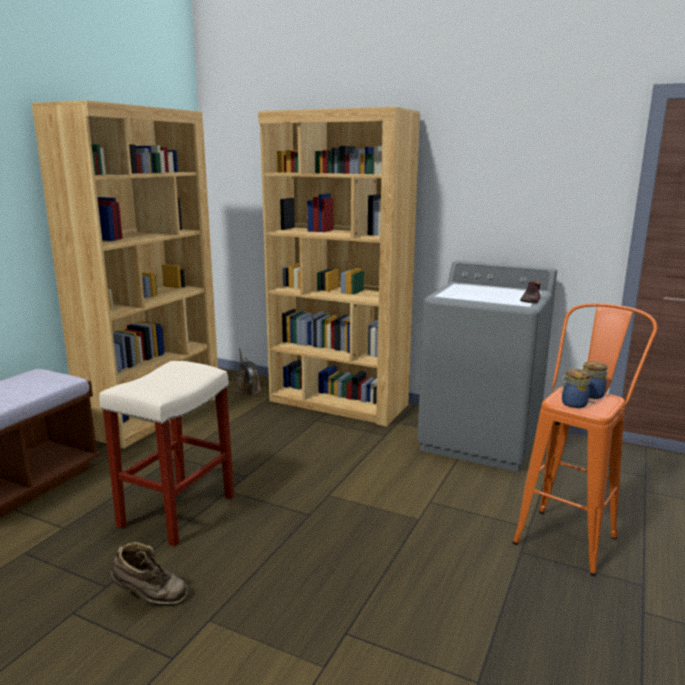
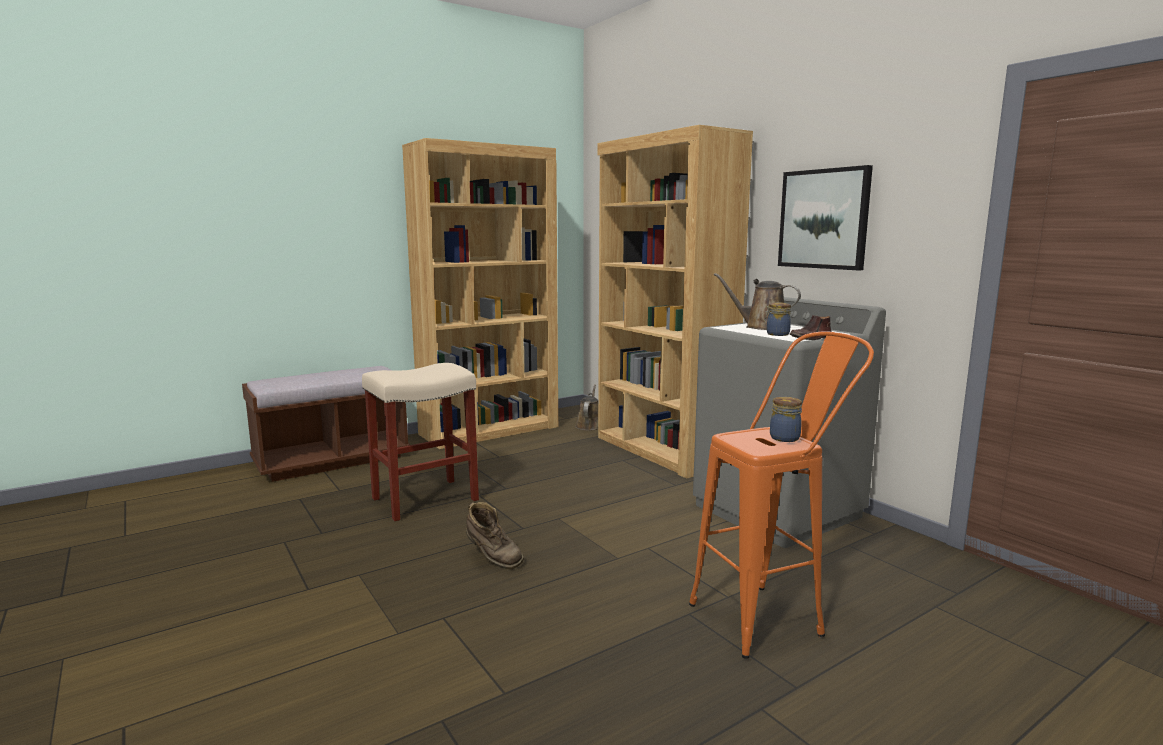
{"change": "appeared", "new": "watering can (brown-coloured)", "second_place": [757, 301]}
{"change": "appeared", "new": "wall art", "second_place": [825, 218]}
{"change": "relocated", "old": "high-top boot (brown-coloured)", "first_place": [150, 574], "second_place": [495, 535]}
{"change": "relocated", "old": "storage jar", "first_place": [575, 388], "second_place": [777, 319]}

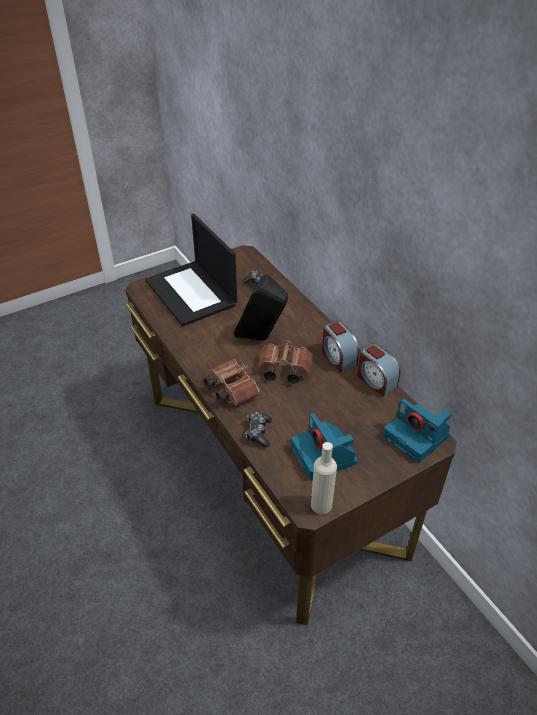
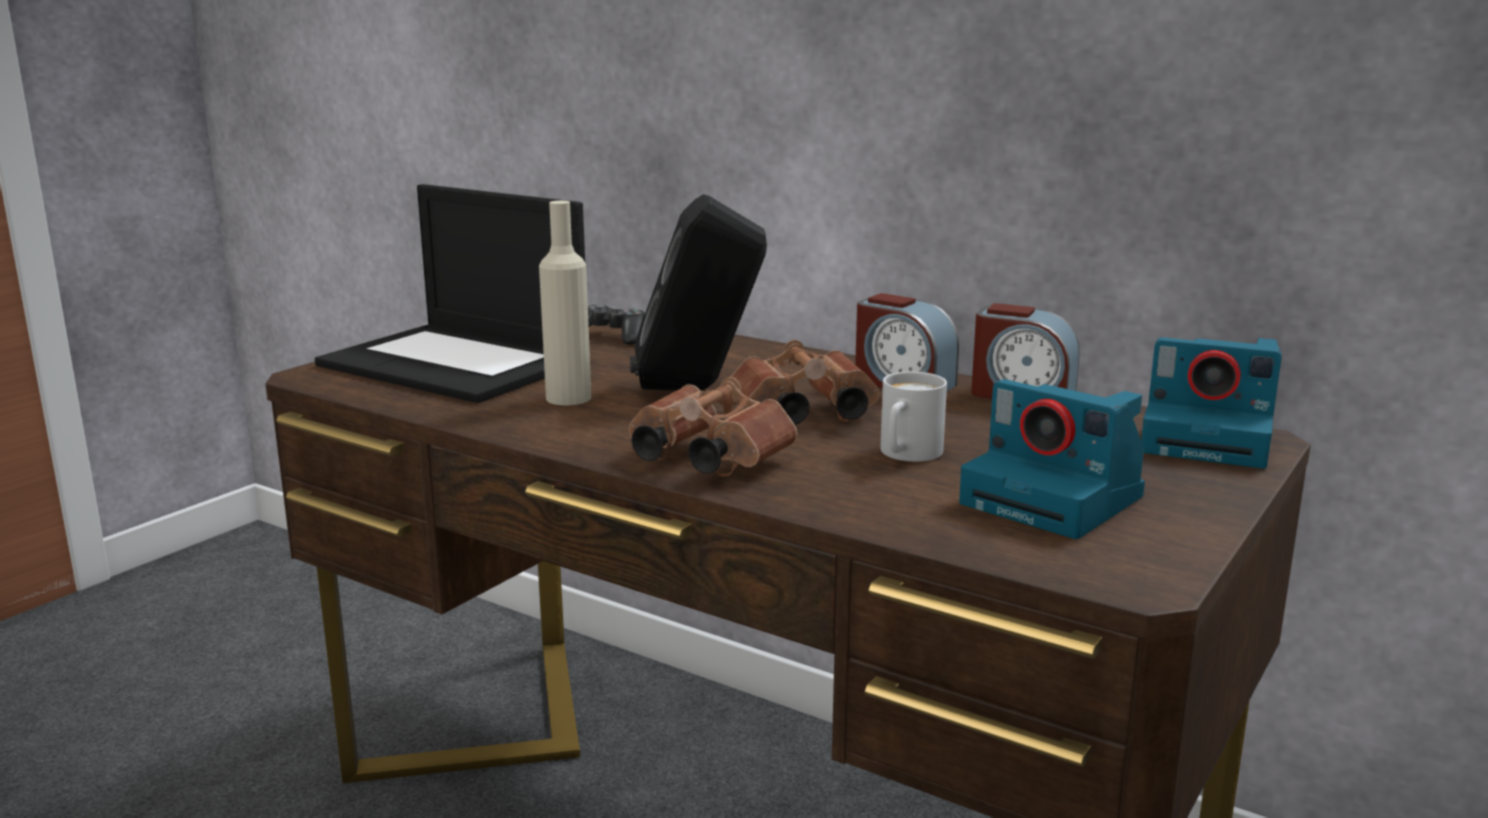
{"change": "missing", "old": "joypad", "first_place": [258, 429]}
{"change": "appeared", "new": "tea mug (white-coloured)", "second_place": [914, 417]}
{"change": "relocated", "old": "bottle (beige-coloured)", "first_place": [324, 478], "second_place": [565, 303]}

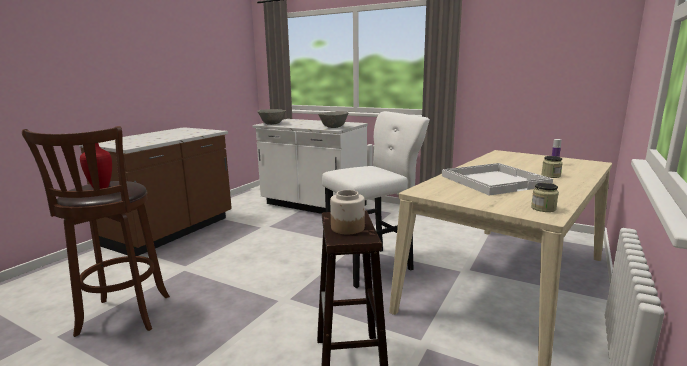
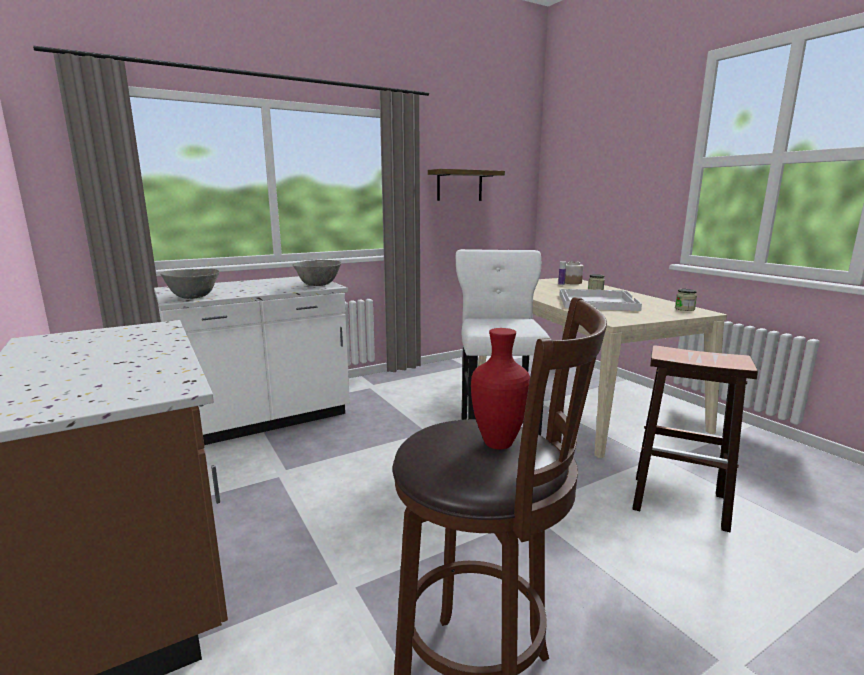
{"change": "appeared", "new": "shelf", "second_place": [466, 185]}
{"change": "relocated", "old": "storage jar", "first_place": [347, 212], "second_place": [574, 272]}

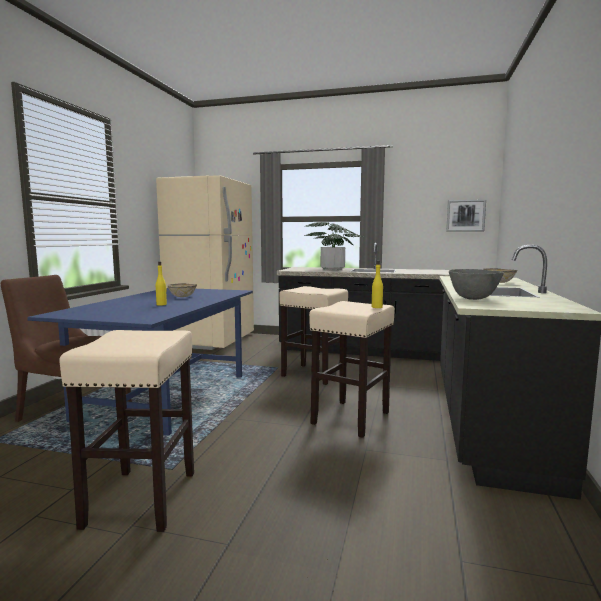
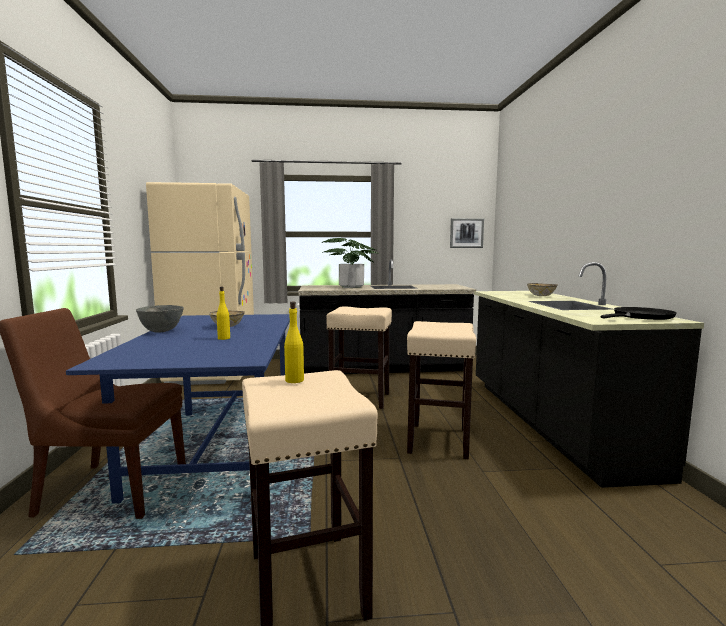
{"change": "appeared", "new": "skillet (blackish)", "second_place": [639, 313]}
{"change": "relocated", "old": "bottle (yellow-coloured)", "first_place": [377, 284], "second_place": [294, 342]}
{"change": "relocated", "old": "serving bowl (gray)", "first_place": [476, 284], "second_place": [160, 319]}

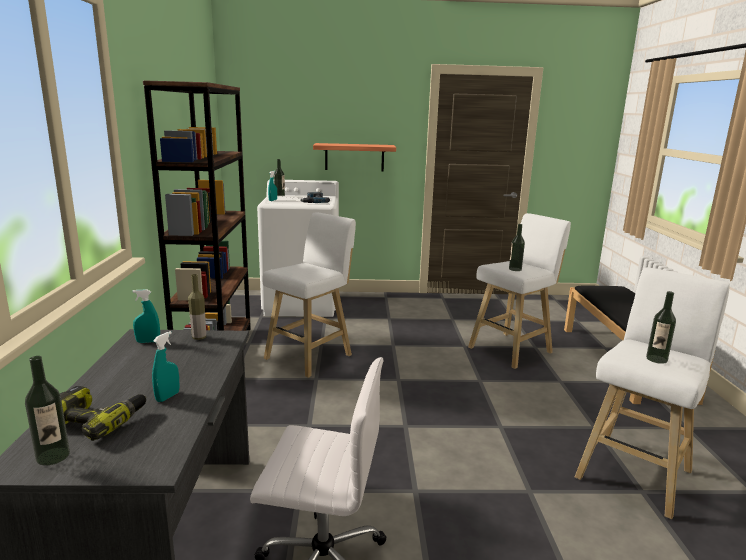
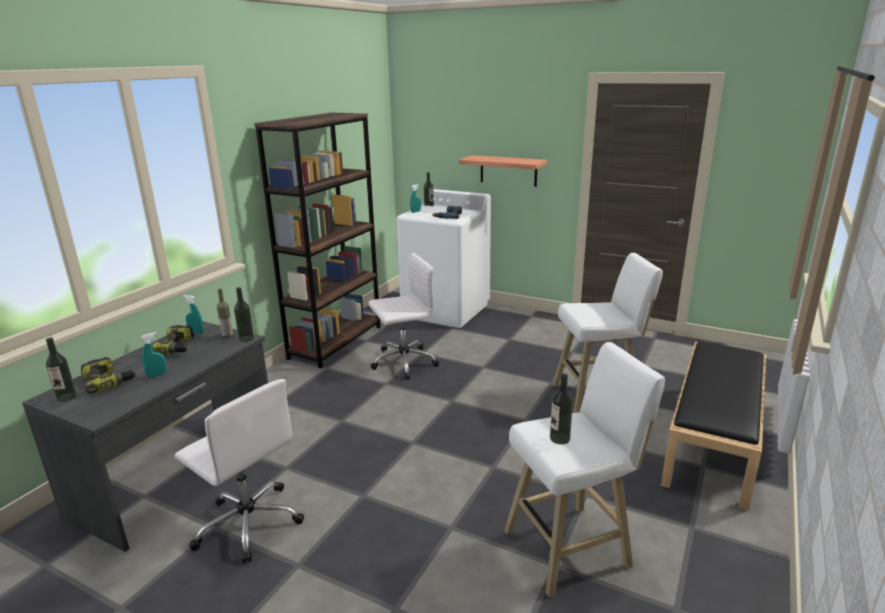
{"change": "appeared", "new": "electric drill", "second_place": [173, 339]}
{"change": "relocated", "old": "bottle", "first_place": [517, 247], "second_place": [244, 314]}
{"change": "exchanged", "old": "stool seat (white-coloured)", "new": "computer chair (white-coloured)", "first_place": [309, 295], "second_place": [404, 316]}

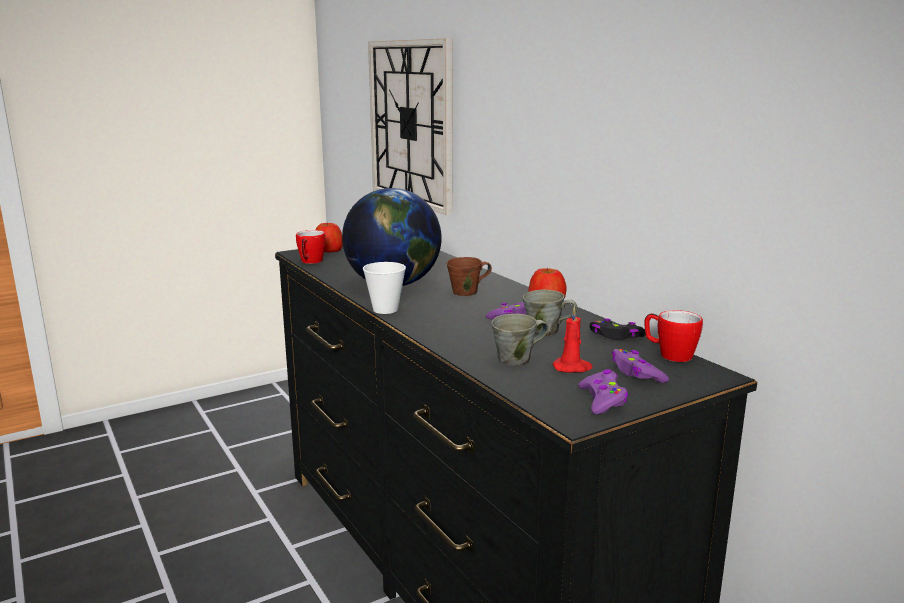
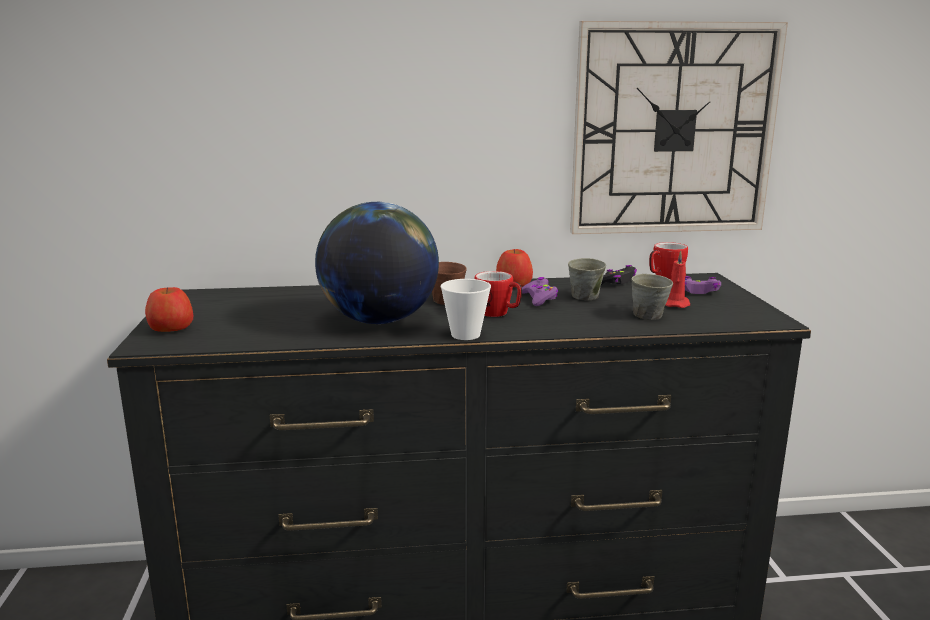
{"change": "missing", "old": "joypad (purple)", "first_place": [603, 392]}
{"change": "relocated", "old": "tea mug", "first_place": [311, 247], "second_place": [498, 294]}
{"change": "relocated", "old": "wall clock", "first_place": [410, 126], "second_place": [679, 127]}

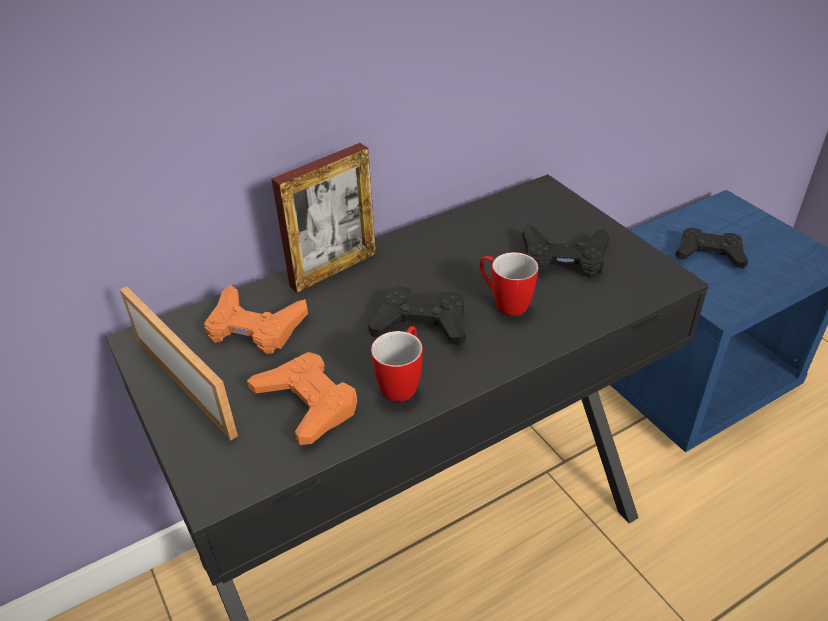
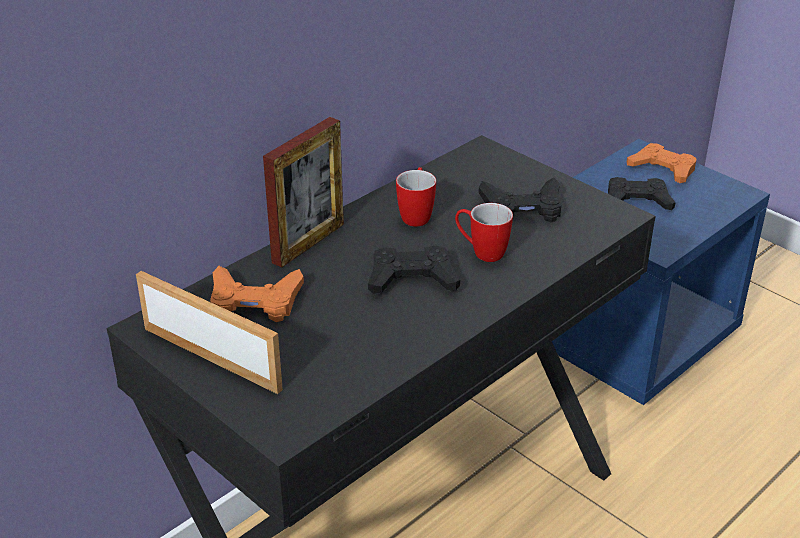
{"change": "relocated", "old": "joypad (orange)", "first_place": [302, 398], "second_place": [661, 163]}
{"change": "relocated", "old": "tea mug", "first_place": [397, 364], "second_place": [416, 197]}

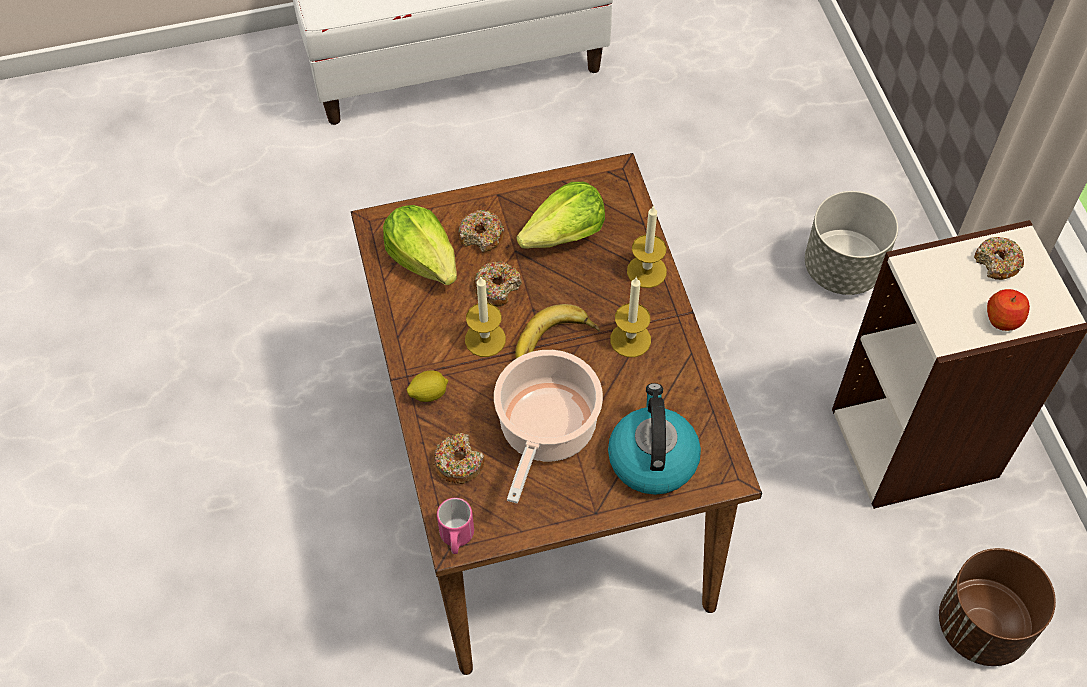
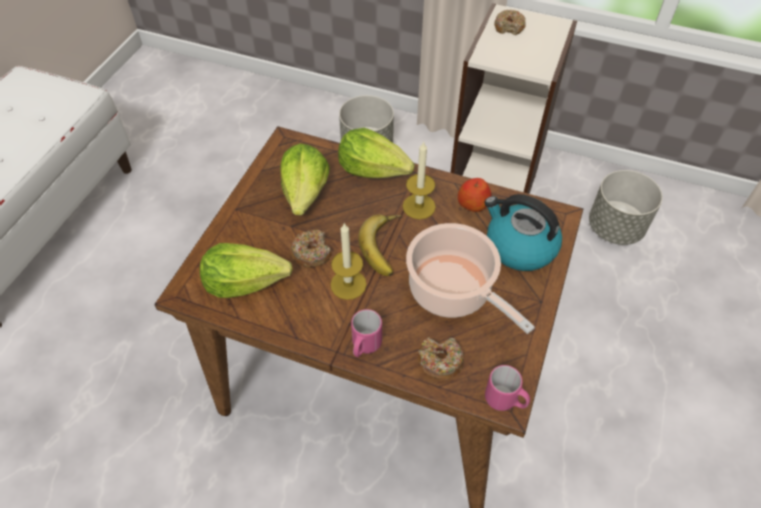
{"change": "missing", "old": "ring doughnut", "first_place": [481, 231]}
{"change": "relocated", "old": "whole apple", "first_place": [1008, 310], "second_place": [474, 195]}
{"change": "exchanged", "old": "lemon", "new": "tea mug (pinkish)", "first_place": [427, 386], "second_place": [366, 333]}
{"change": "exchanged", "old": "wax light", "new": "lettuce head", "first_place": [647, 246], "second_place": [376, 153]}
{"change": "colour", "old": "planter (brown-coloured)", "new": "planter (gray)", "first_place": [997, 607], "second_place": [626, 207]}

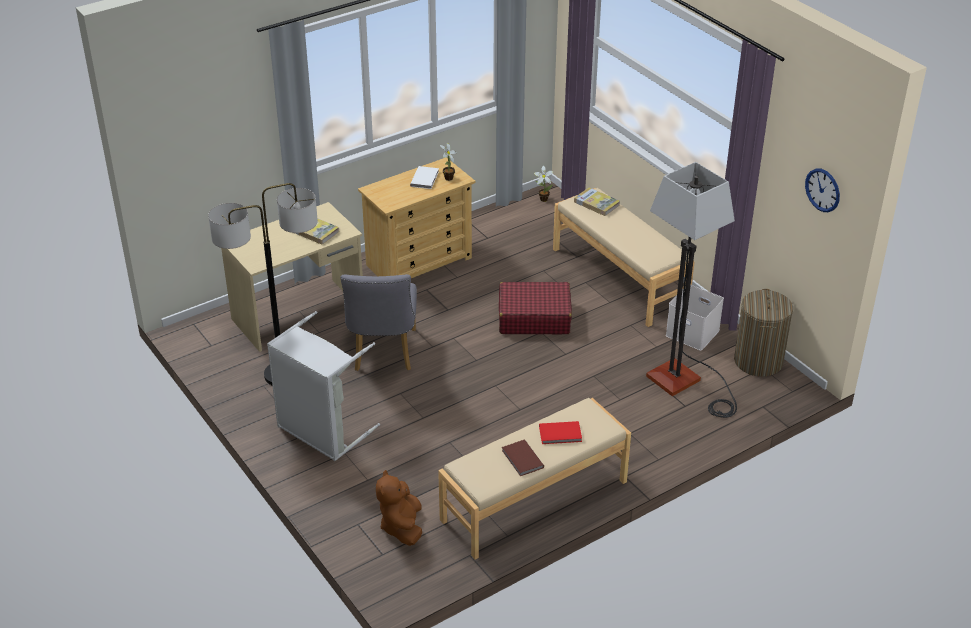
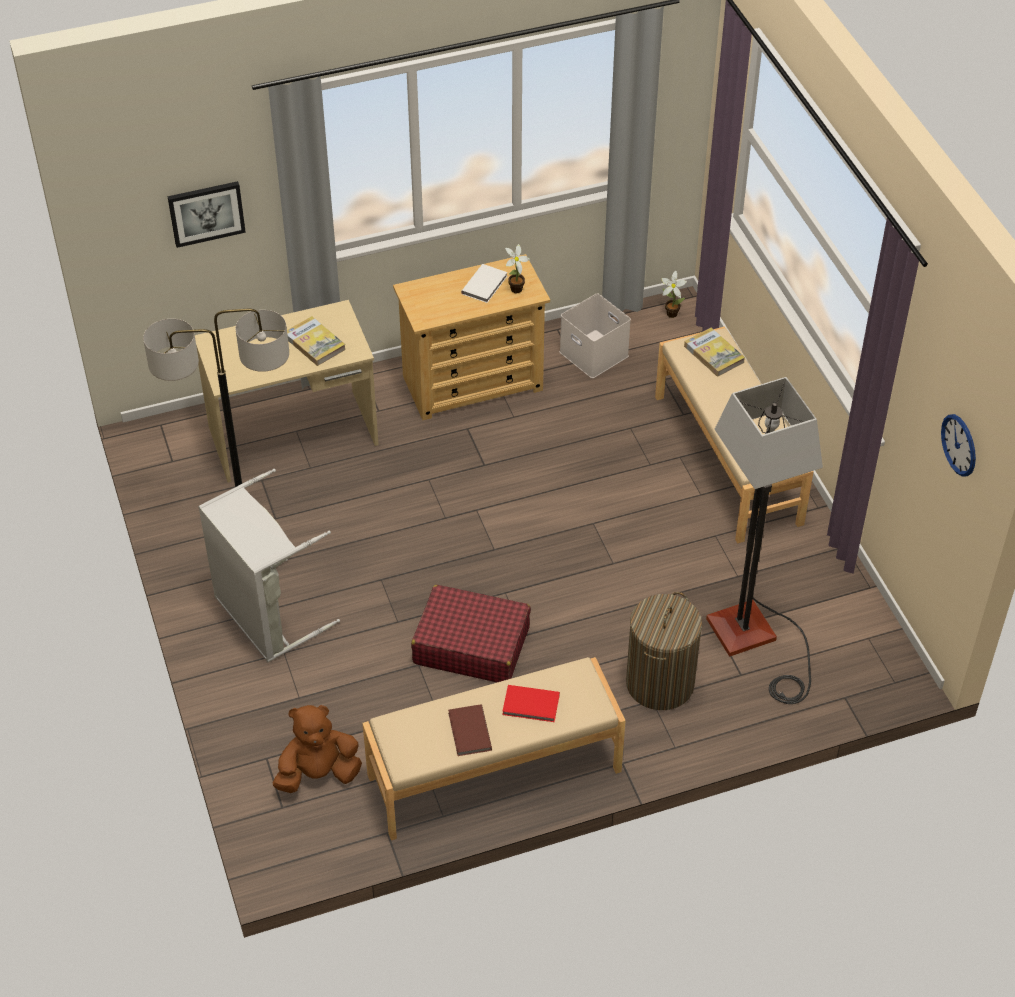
{"change": "missing", "old": "chair (gray)", "first_place": [378, 322]}
{"change": "appeared", "new": "wall art", "second_place": [207, 214]}
{"change": "relocated", "old": "travel case (red-coloured)", "first_place": [535, 308], "second_place": [471, 633]}
{"change": "relocated", "old": "storage bin (white-coloured)", "first_place": [695, 318], "second_place": [595, 335]}
{"change": "relocated", "old": "laundry basket", "first_place": [763, 333], "second_place": [664, 651]}
{"change": "spun", "old": "plush toy (brown-coloured)", "first_place": [399, 508], "second_place": [317, 749], "degrees": 60}

